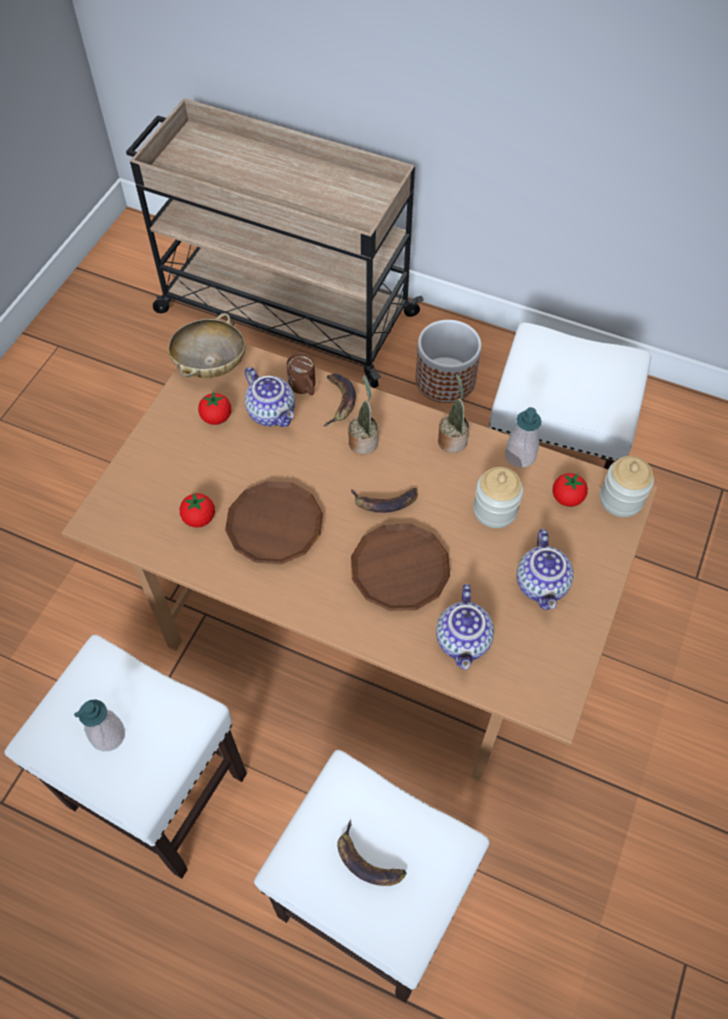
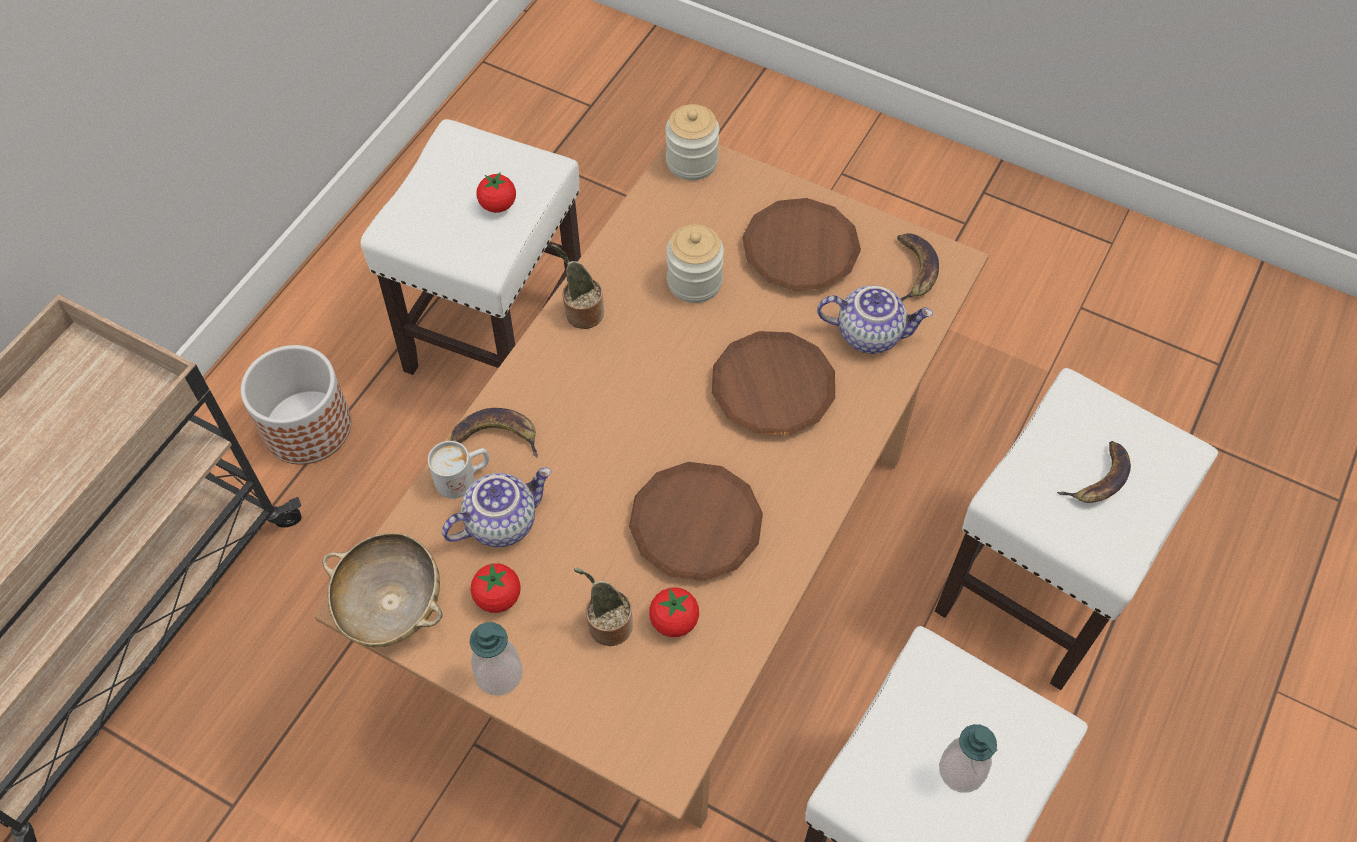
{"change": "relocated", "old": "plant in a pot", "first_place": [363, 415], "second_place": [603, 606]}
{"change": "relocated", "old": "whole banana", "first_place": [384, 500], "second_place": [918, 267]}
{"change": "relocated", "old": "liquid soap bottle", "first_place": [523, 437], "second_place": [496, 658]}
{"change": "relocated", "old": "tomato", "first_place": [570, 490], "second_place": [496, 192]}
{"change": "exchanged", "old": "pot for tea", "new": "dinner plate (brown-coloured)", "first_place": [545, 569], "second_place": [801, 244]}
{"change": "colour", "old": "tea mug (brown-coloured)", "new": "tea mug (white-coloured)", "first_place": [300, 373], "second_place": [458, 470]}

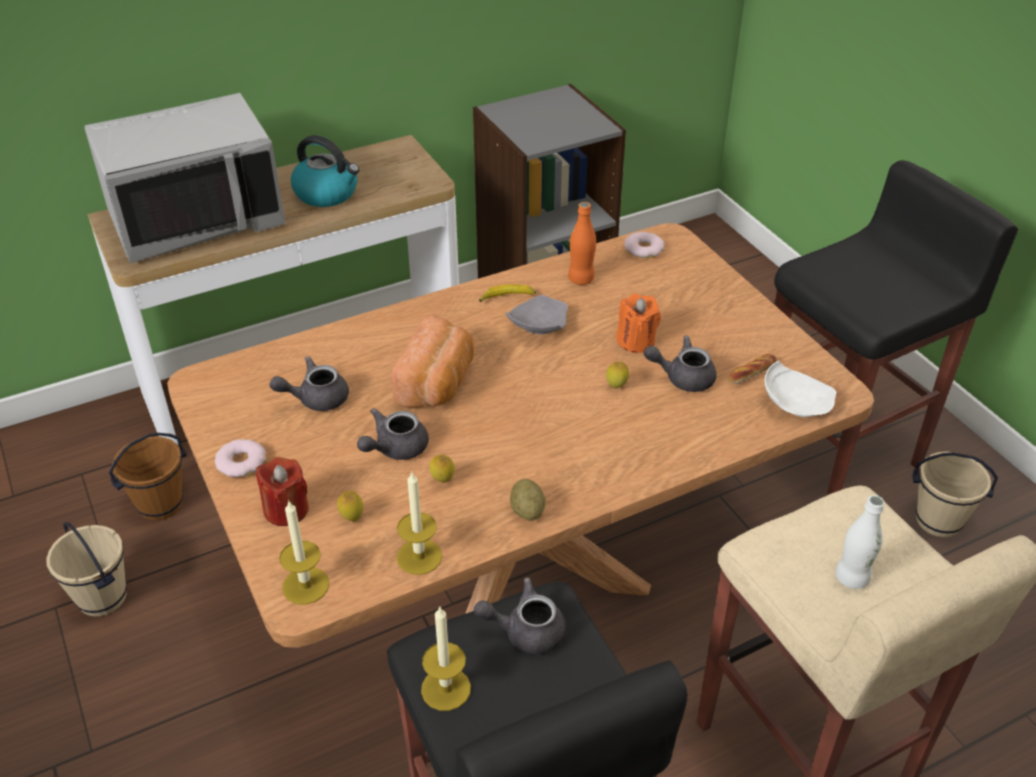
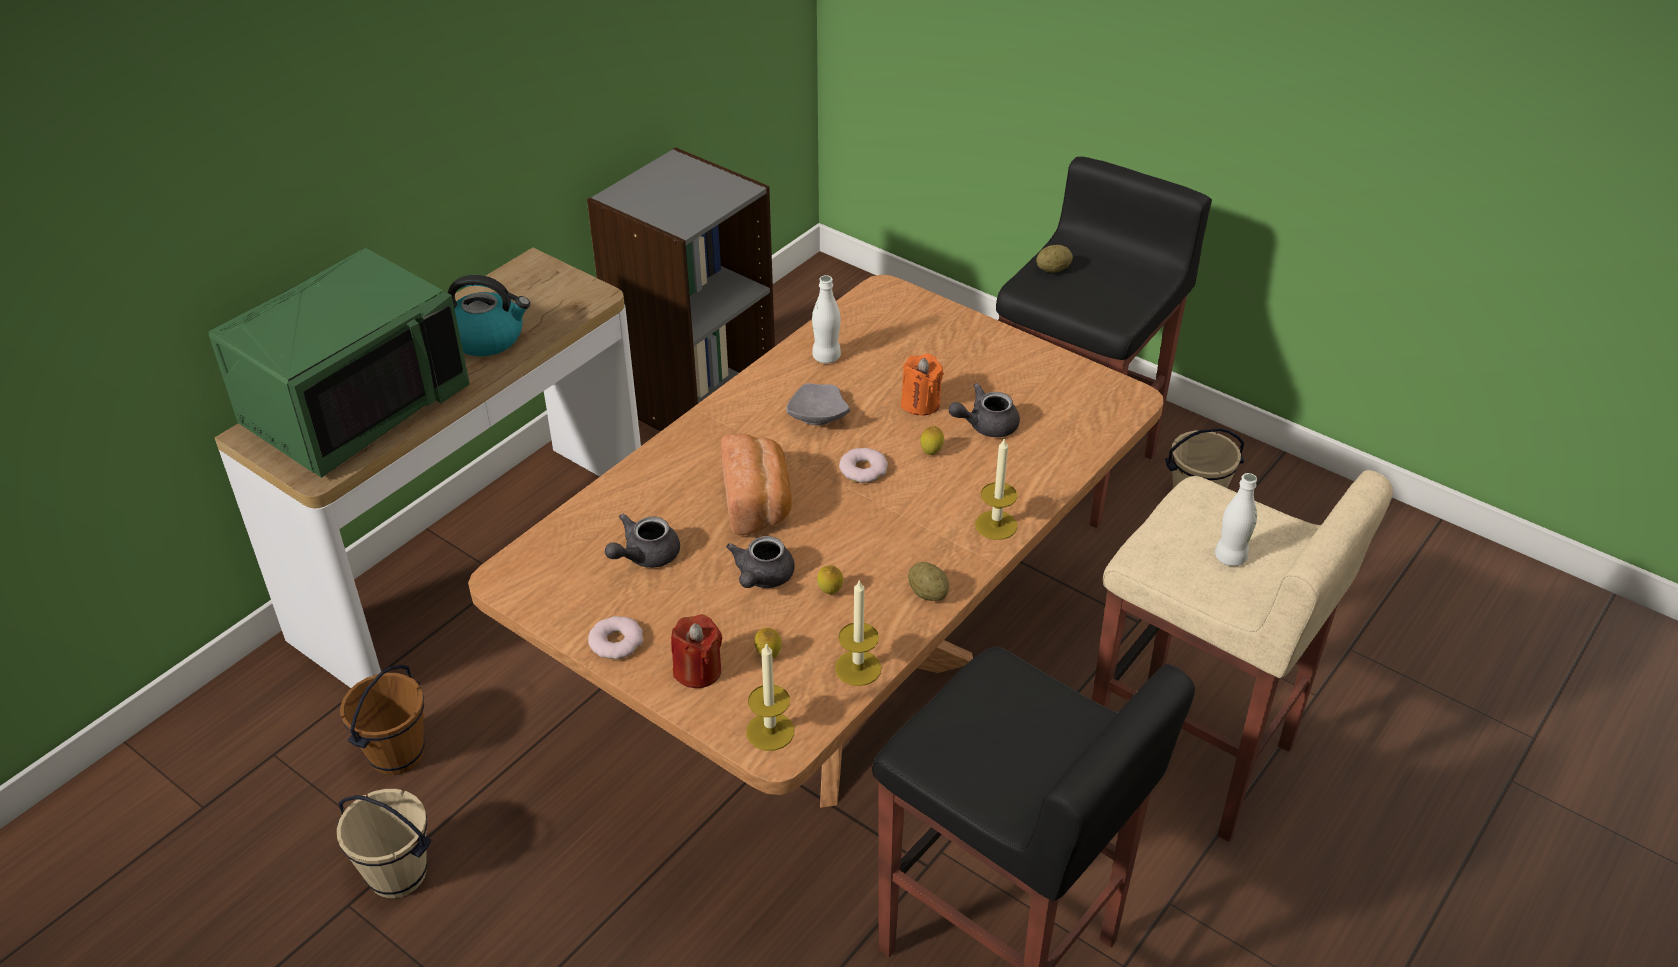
{"change": "missing", "old": "pot for tea (gray)", "first_place": [520, 615]}
{"change": "missing", "old": "whole banana", "first_place": [507, 293]}
{"change": "missing", "old": "baked bread", "first_place": [752, 369]}
{"change": "missing", "old": "dinner plate (white-coloured)", "first_place": [800, 389]}
{"change": "appeared", "new": "spud", "second_place": [1054, 259]}
{"change": "relocated", "old": "wax light", "first_place": [446, 659], "second_place": [996, 488]}
{"change": "relocated", "old": "ring doughnut", "first_place": [644, 245], "second_place": [863, 465]}
{"change": "colour", "old": "kitchen microwave (gray)", "new": "kitchen microwave (greenish)", "first_place": [185, 178], "second_place": [339, 363]}
{"change": "colour", "old": "bottle (orange)", "new": "bottle (white-coloured)", "first_place": [582, 243], "second_place": [826, 319]}

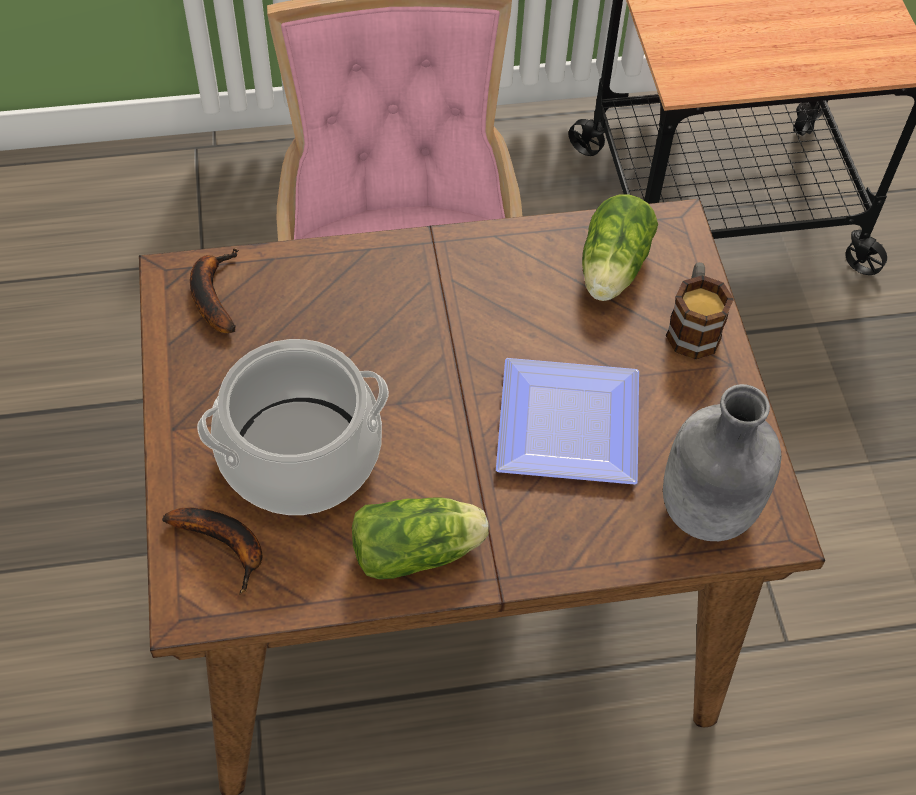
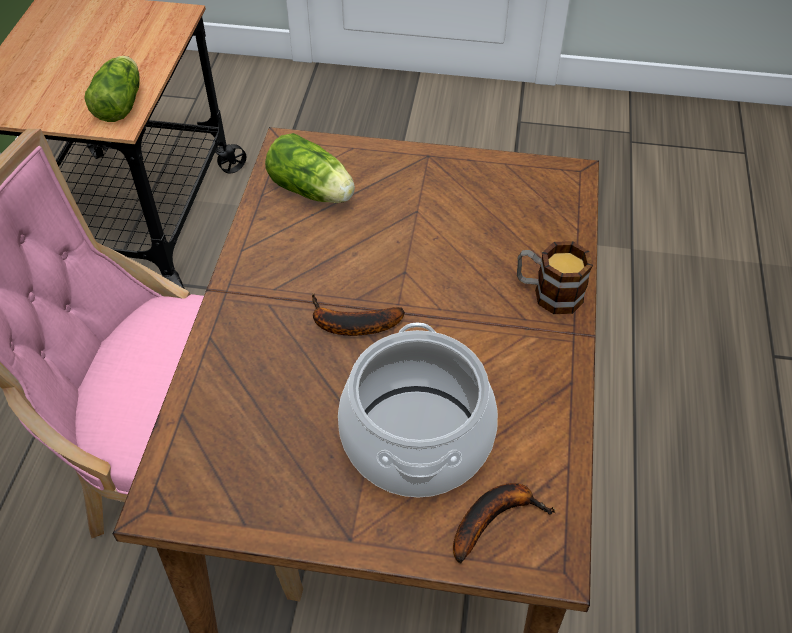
{"change": "missing", "old": "dinner plate", "first_place": [567, 421]}
{"change": "missing", "old": "bottle (gray)", "first_place": [722, 462]}
{"change": "relocated", "old": "whole banana", "first_place": [214, 290], "second_place": [358, 315]}
{"change": "relocated", "old": "lettuce head", "first_place": [420, 538], "second_place": [112, 89]}
{"change": "relocated", "old": "tea mug", "first_place": [700, 310], "second_place": [555, 277]}

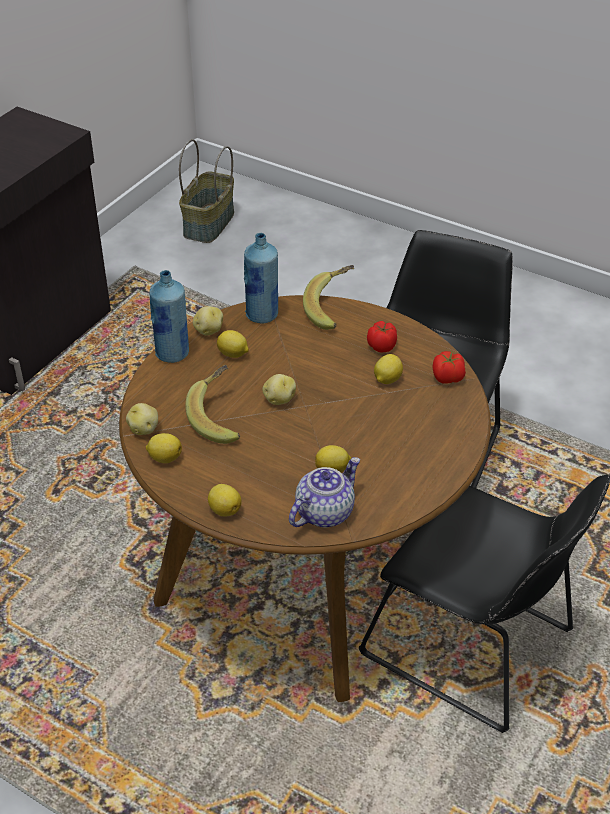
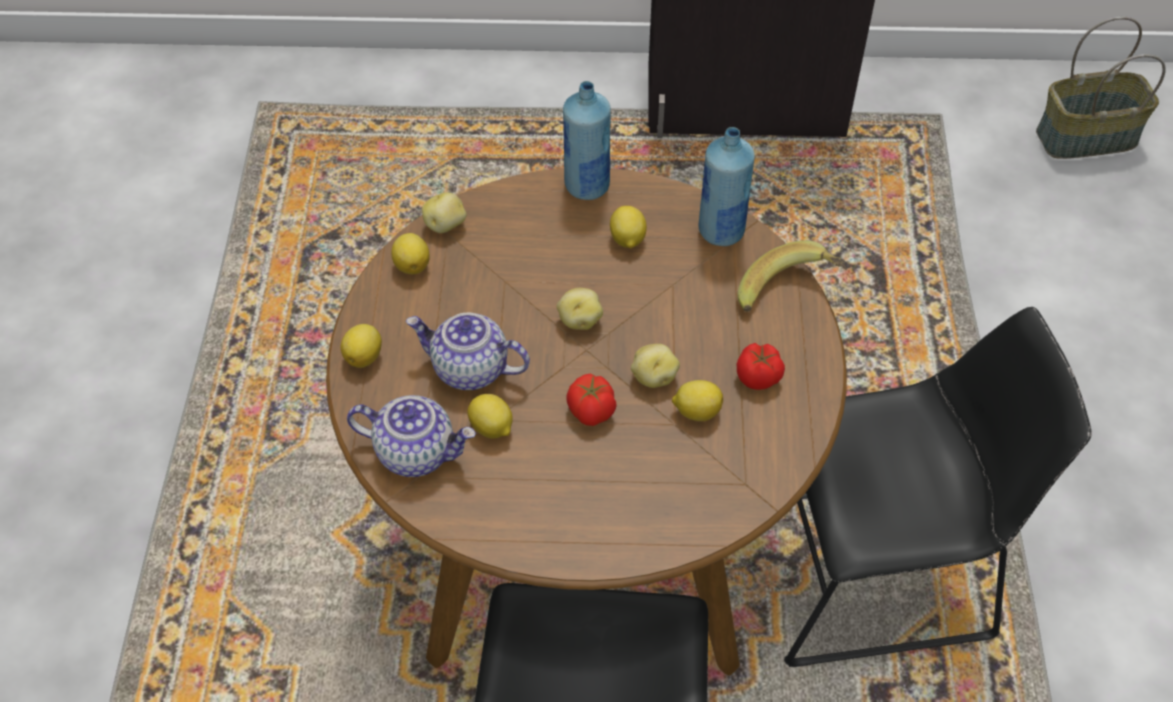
{"change": "missing", "old": "whole banana", "first_place": [212, 404]}
{"change": "appeared", "new": "pot for tea", "second_place": [468, 351]}
{"change": "relocated", "old": "spud", "first_place": [208, 320], "second_place": [655, 366]}
{"change": "relocated", "old": "tomato", "first_place": [449, 367], "second_place": [592, 400]}

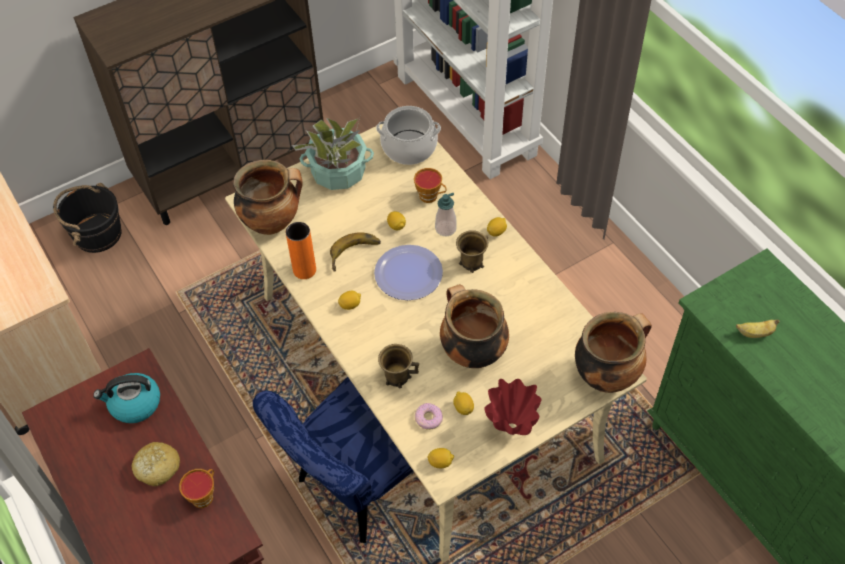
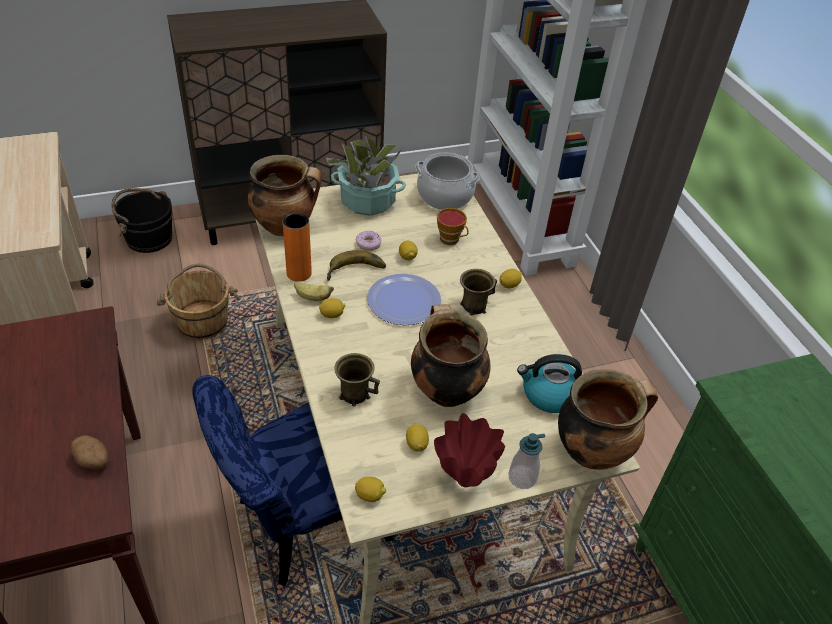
{"change": "missing", "old": "baked bread", "first_place": [156, 464]}
{"change": "appeared", "new": "pail (brown-coloured)", "second_place": [198, 302]}
{"change": "relocated", "old": "water kettle", "first_place": [126, 398], "second_place": [549, 383]}
{"change": "relocated", "old": "ring doughnut", "first_place": [429, 416], "second_place": [368, 240]}
{"change": "relocated", "old": "liquid soap bottle", "first_place": [446, 214], "second_place": [526, 461]}
{"change": "relocated", "old": "whole banana", "first_place": [757, 329], "second_place": [314, 292]}
{"change": "exchanged", "old": "drinking cup", "new": "spud", "first_place": [196, 488], "second_place": [90, 452]}

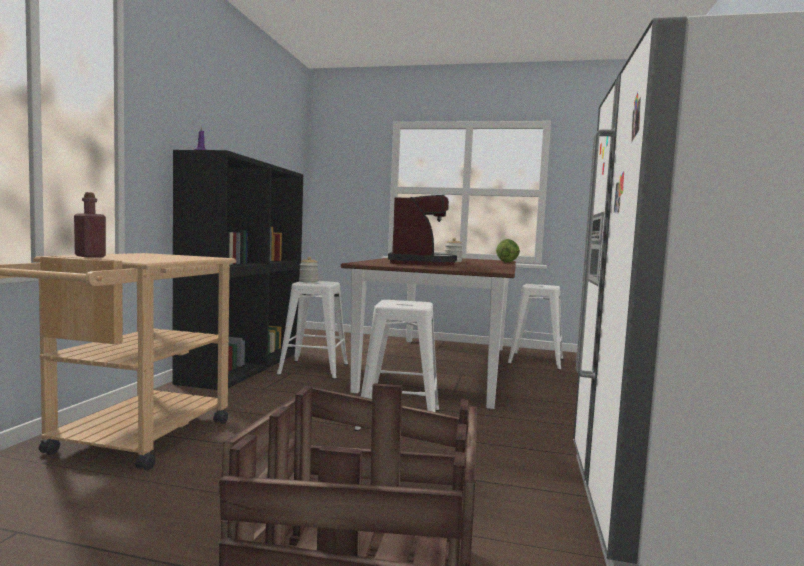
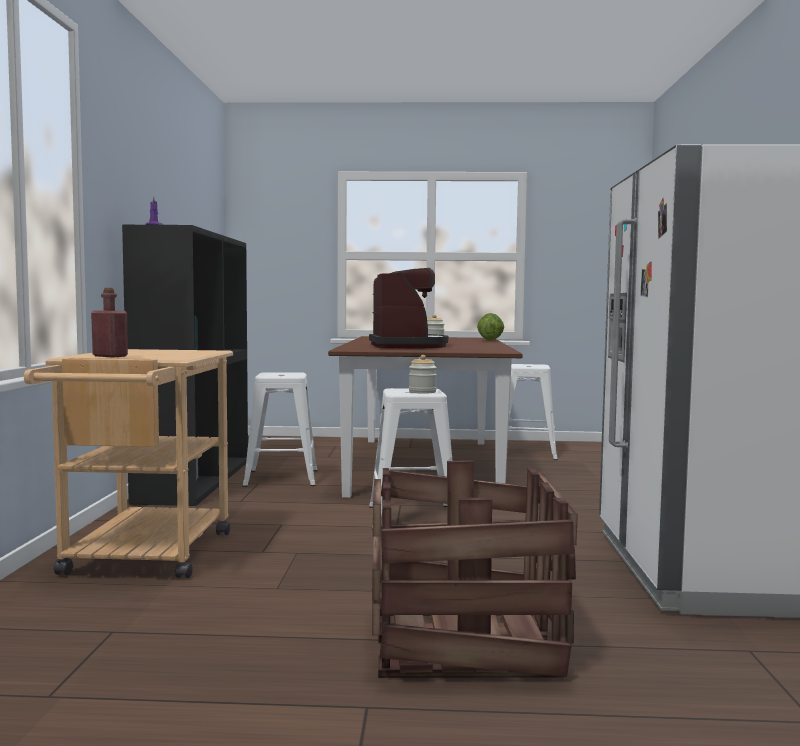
{"change": "relocated", "old": "storage jar", "first_place": [309, 269], "second_place": [423, 374]}

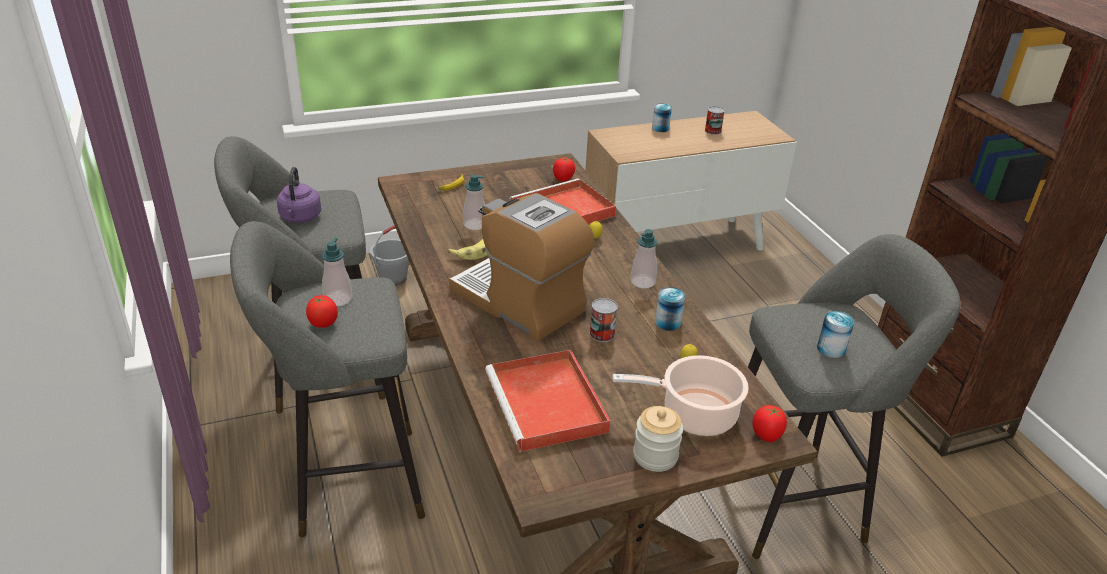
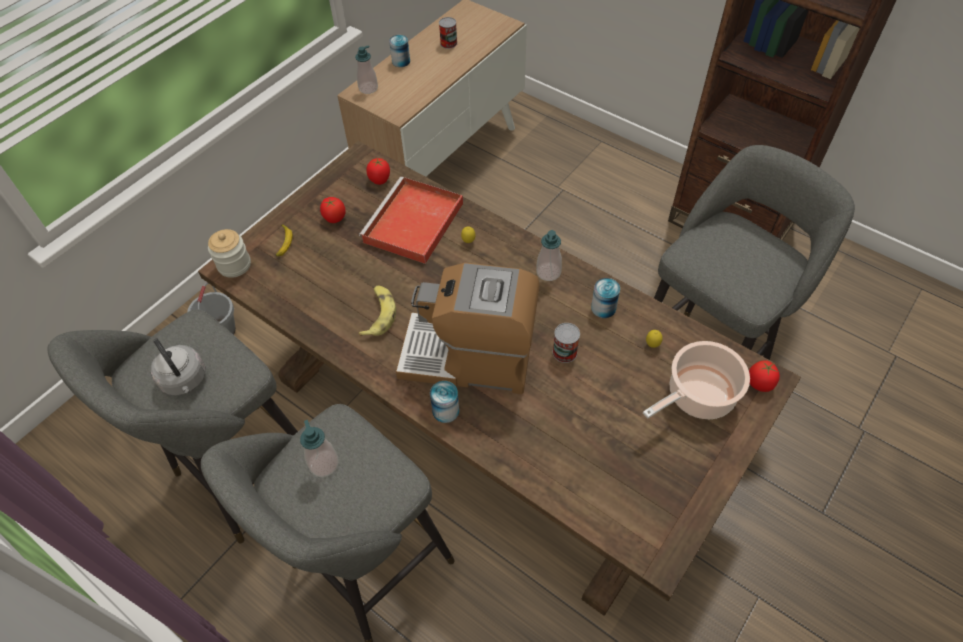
{"change": "missing", "old": "serving tray (red-coloured)", "first_place": [548, 401]}
{"change": "relocated", "old": "tomato", "first_place": [322, 311], "second_place": [333, 210]}
{"change": "relocated", "old": "liquid soap bottle", "first_place": [474, 202], "second_place": [366, 69]}
{"change": "relocated", "old": "storage jar", "first_place": [658, 439], "second_place": [229, 253]}
{"change": "relocated", "old": "metal can", "first_place": [835, 334], "second_place": [444, 402]}
{"change": "colour", "old": "water kettle (purple)", "new": "water kettle (gray)", "first_place": [299, 195], "second_place": [177, 367]}

